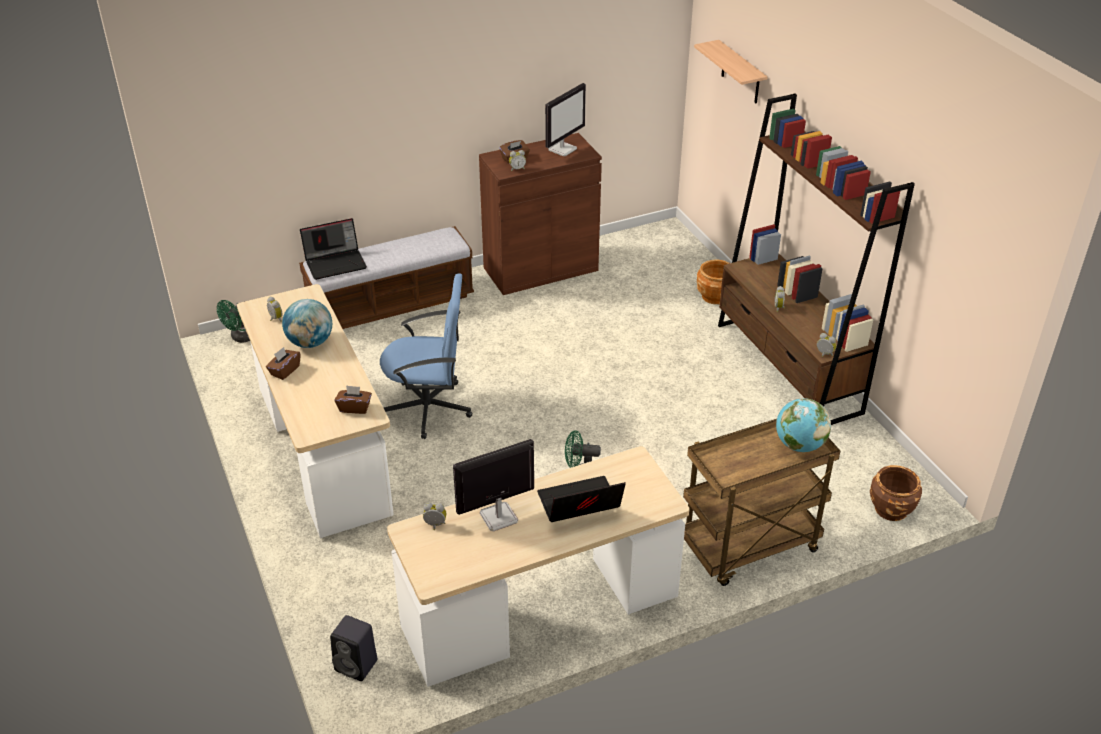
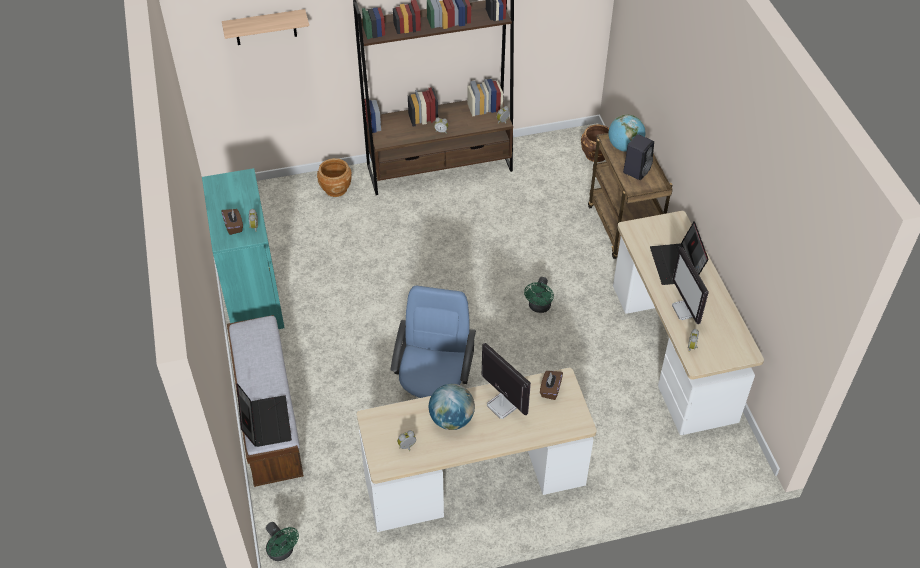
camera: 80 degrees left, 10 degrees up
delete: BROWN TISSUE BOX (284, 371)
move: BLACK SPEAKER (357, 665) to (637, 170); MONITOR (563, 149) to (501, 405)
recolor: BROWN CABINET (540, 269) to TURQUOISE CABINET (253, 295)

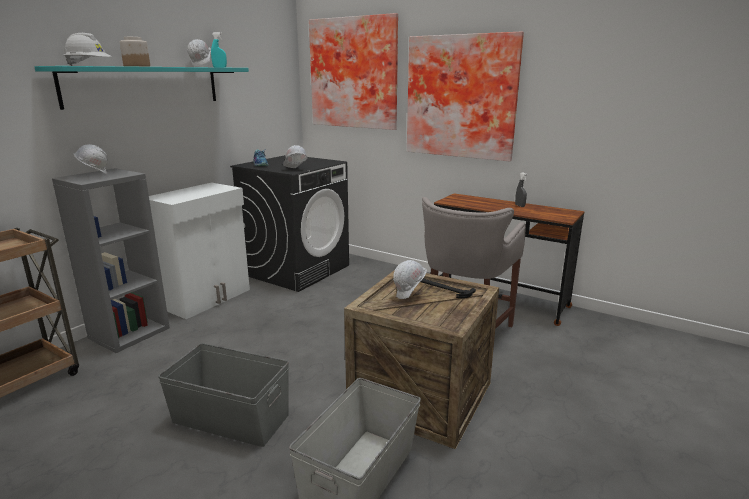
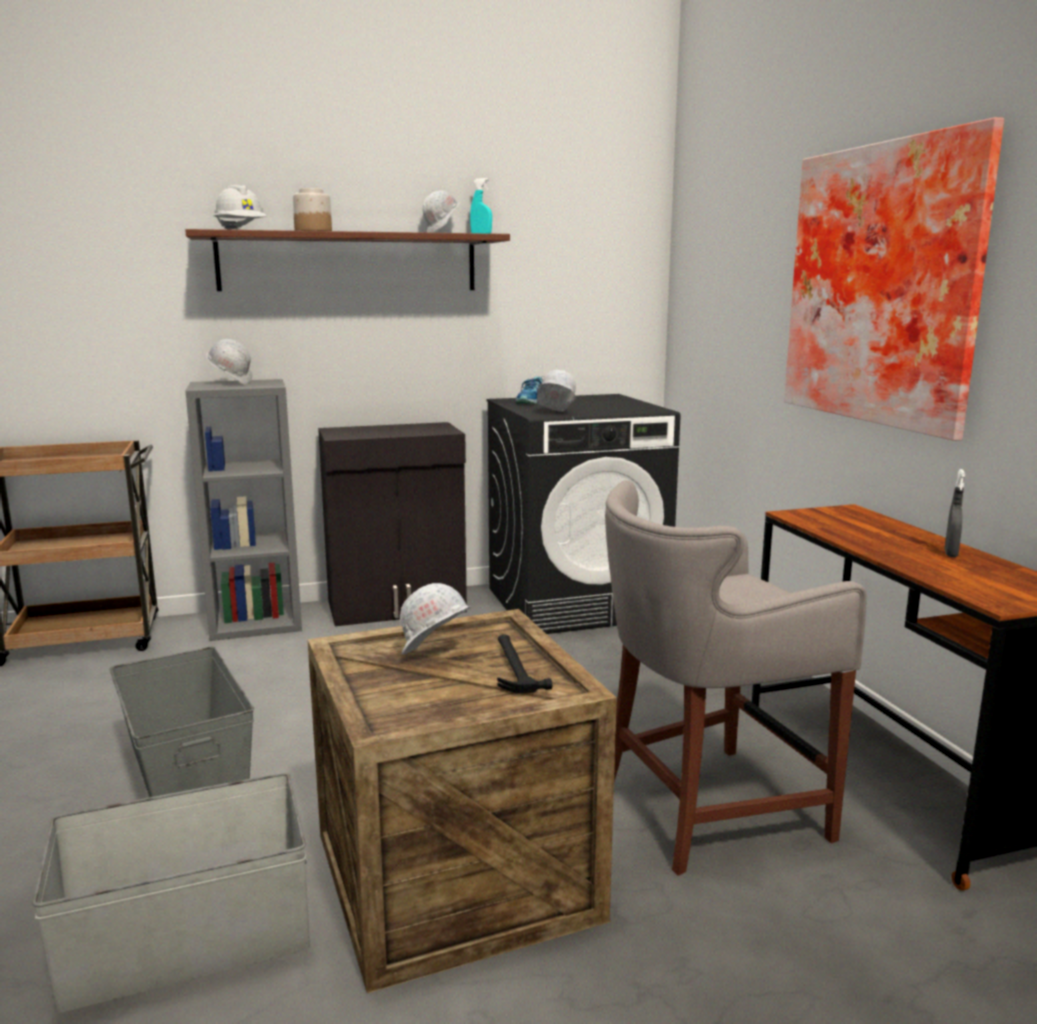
camera: 40 degrees right, 5 degrees down
delete: PICTURE (355, 73)
recolor: TURQUOISE SHELF (145, 86) to BROWN SHELF (349, 263); WHITE CABINET (207, 298) to BLACK CABINET (398, 607)

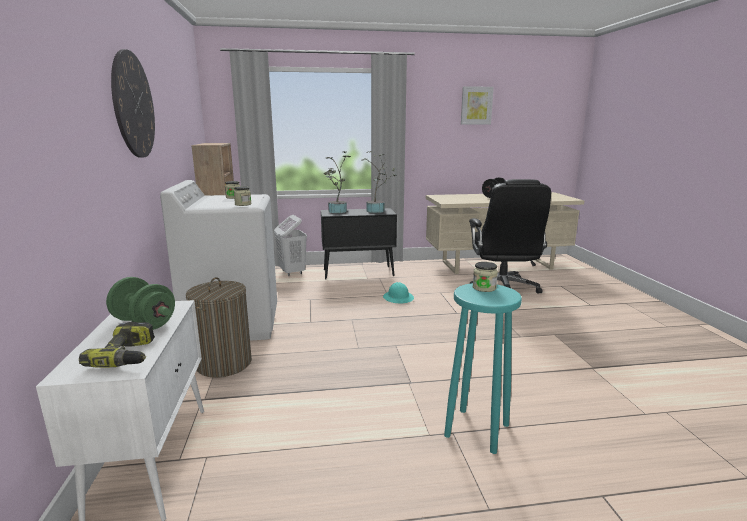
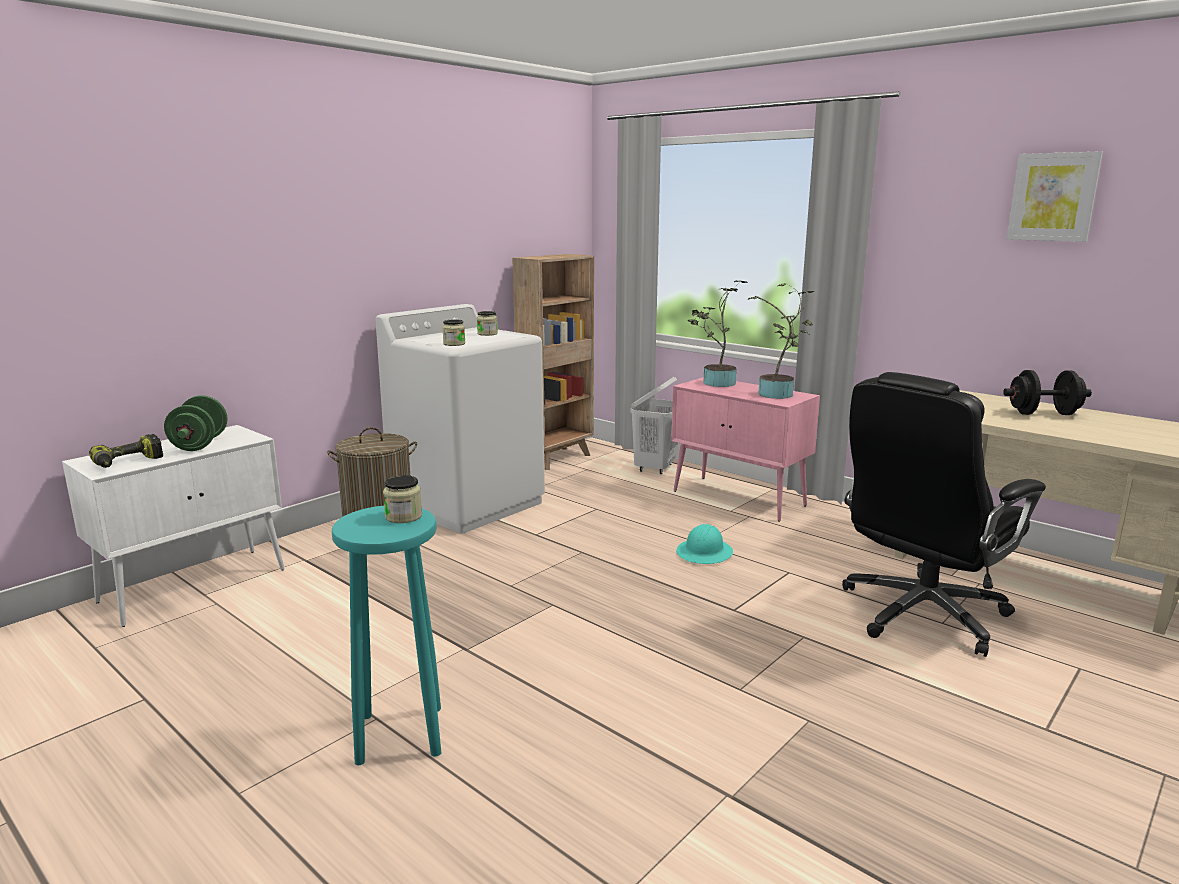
camera: 50 degrees right, 0 degrees up
delete: WALL CLOCK (133, 105)
recolor: BLACK CABINET (359, 272) to PINK CABINET (739, 498)

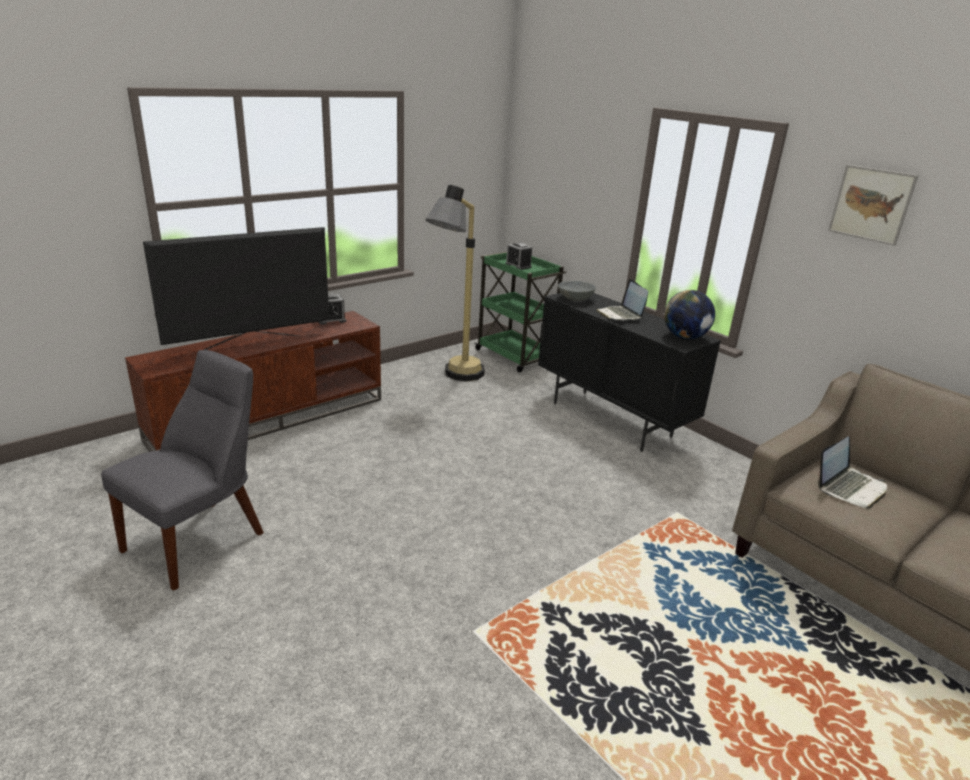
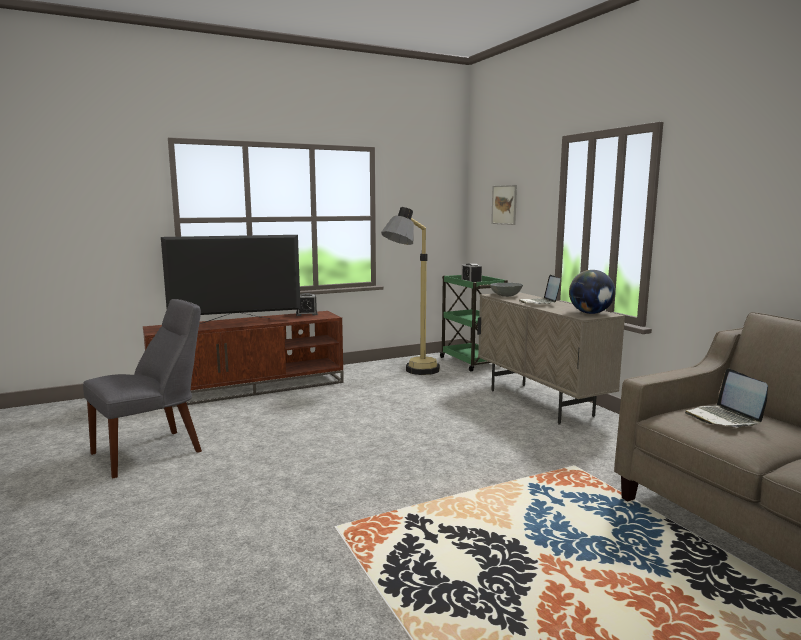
camera: 15 degrees right, 15 degrees down
move: PICTURE (871, 204) to (504, 205)
recolor: BLACK CABINET (611, 420) to BEIGE CABINET (540, 403)
rotate: LAPTOP (850, 487) = (723, 418) 105 degrees clockwise

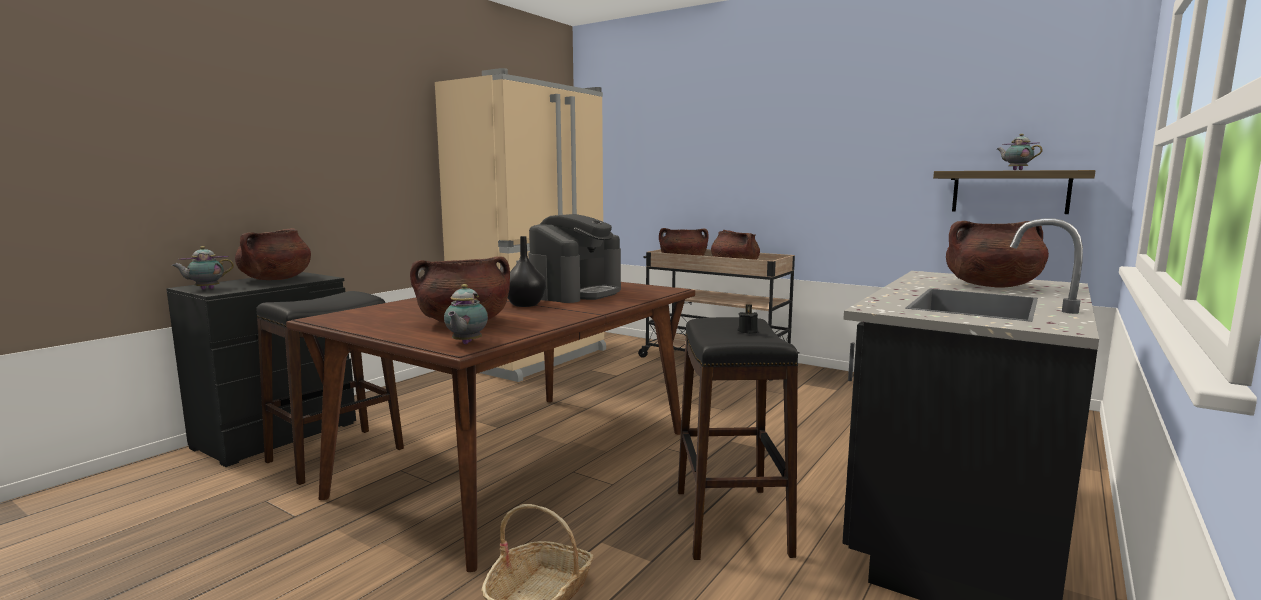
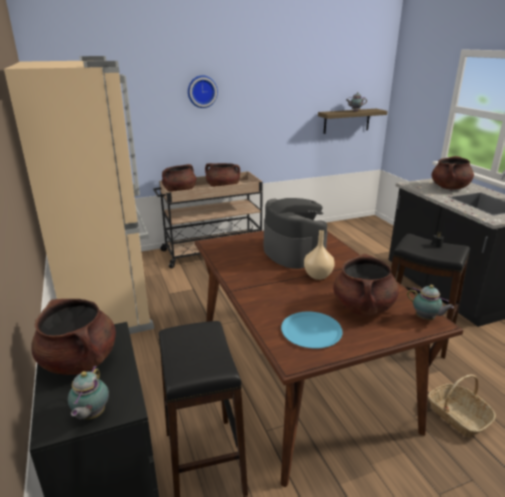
camera: 55 degrees left, 15 degrees up
insert: WALL CLOCK (202, 91); BLUE PLATE (311, 331)
recolor: BLACK VASE (524, 305) to BEIGE VASE (318, 276)

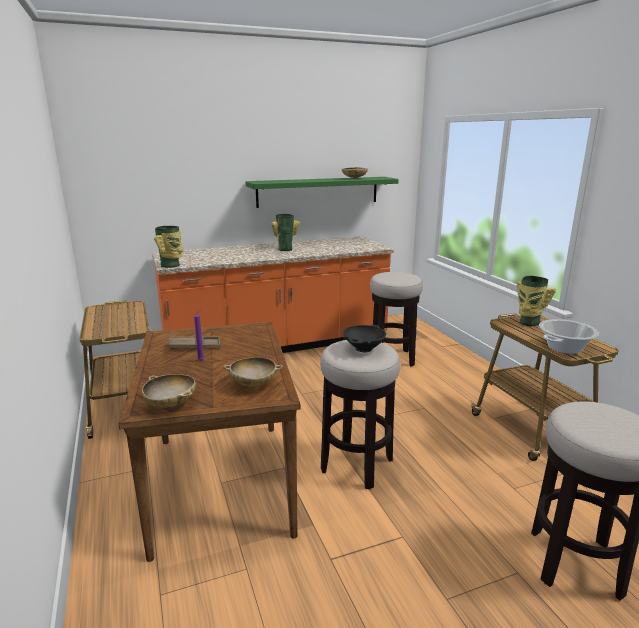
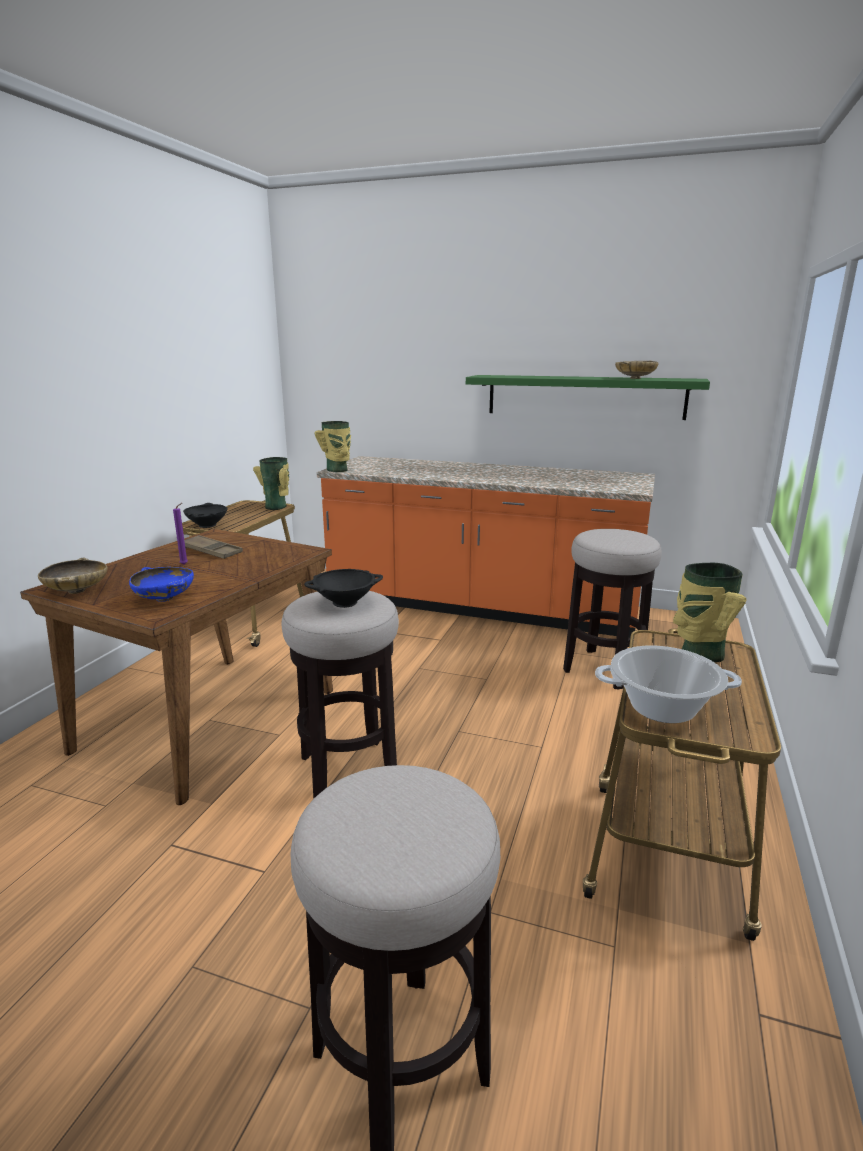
camera: 40 degrees right, 0 degrees up
insert: BLACK BOWL (207, 525)
move: VASE (285, 249) to (277, 506)
recolor: BEIGE BOWL (253, 384) to BLUE BOWL (165, 598)

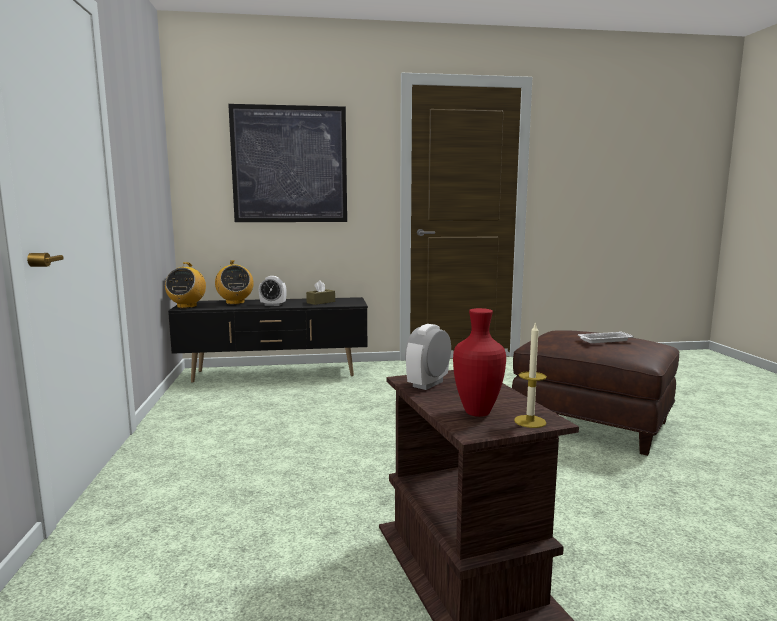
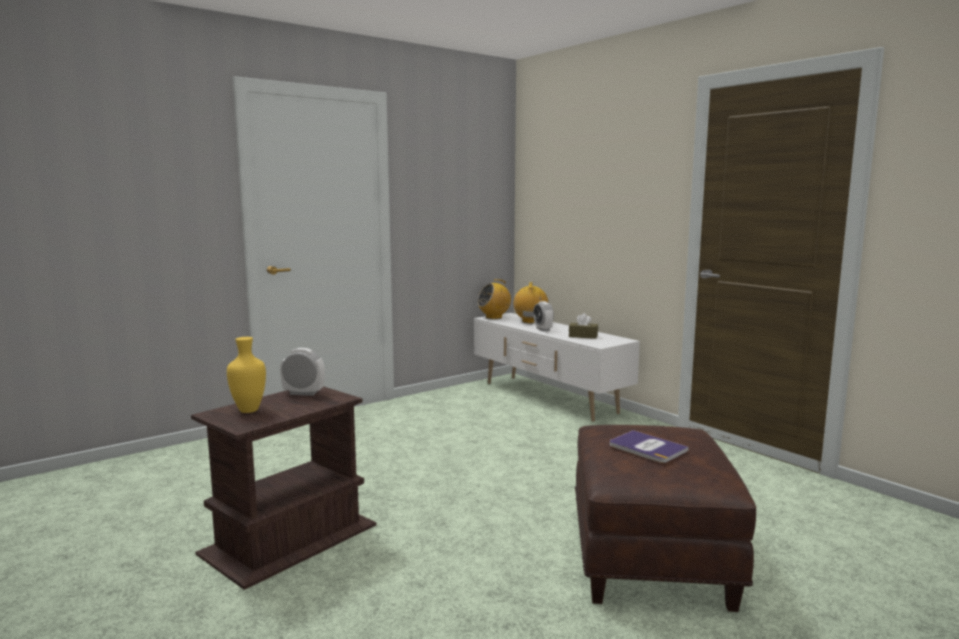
camera: 60 degrees right, 0 degrees up
delete: PICTURE (289, 165); CANDLE (530, 421)
replace: WHITE TRAY (603, 340) to BOOK (647, 448)
recolor: BLACK TV STAND (275, 374) to WHITE TV STAND (548, 398); RED VASE (476, 412) to YELLOW VASE (250, 410)
rotate: RADIO (235, 302) = (530, 321) 150 degrees clockwise

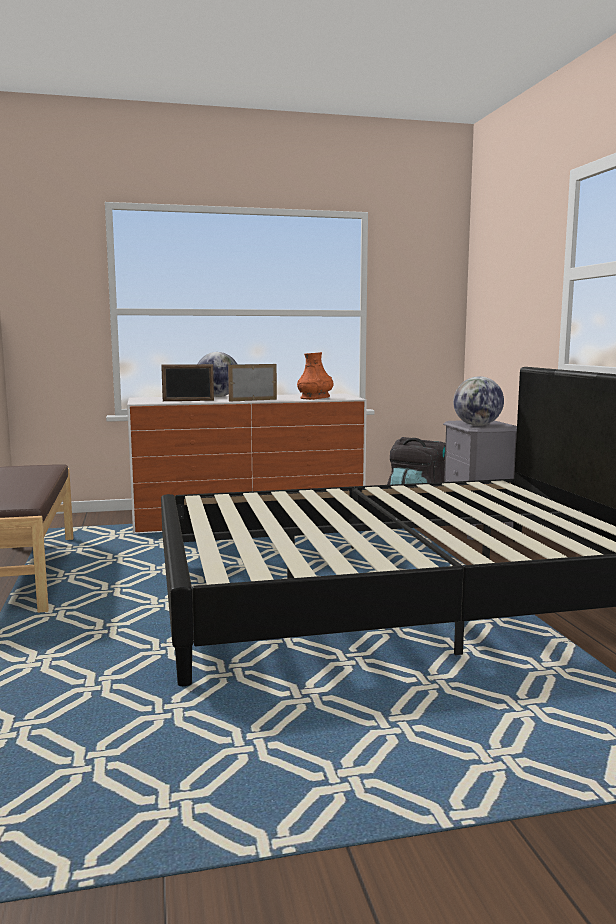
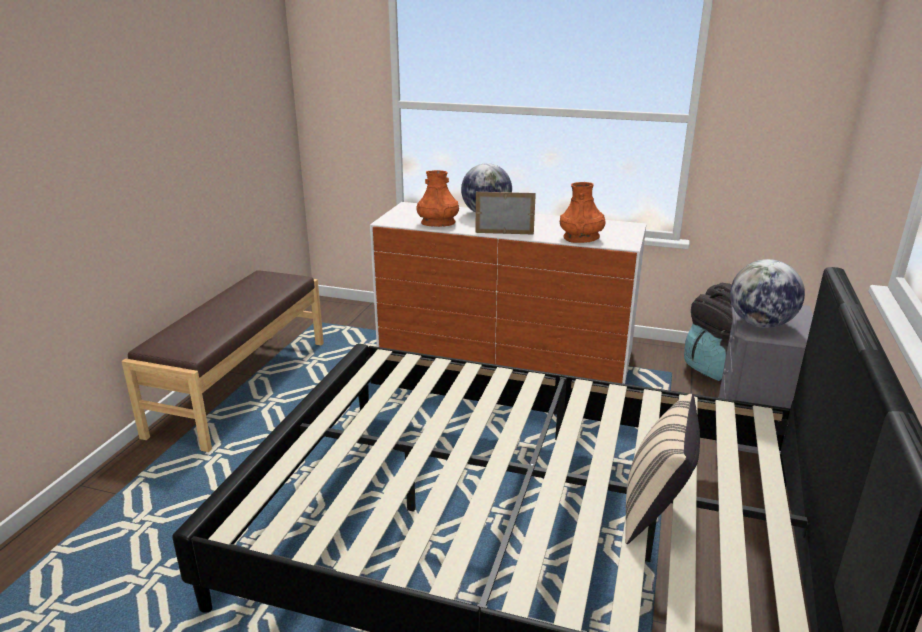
camera: 30 degrees right, 15 degrees up
insert: BEIGE PILLOW (655, 510)
replace: PICTURE FRAME (188, 400) to ORANGE VASE (438, 223)

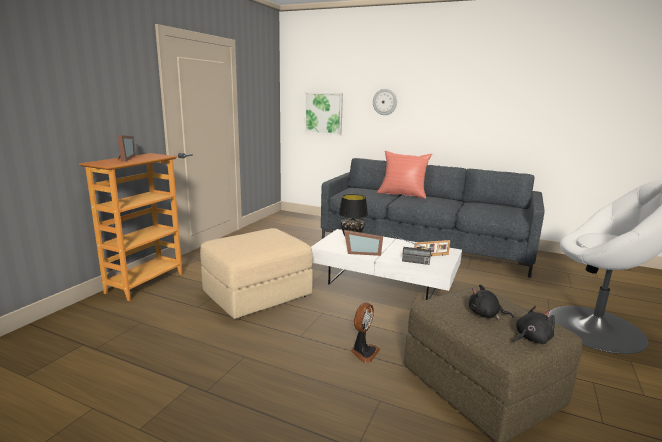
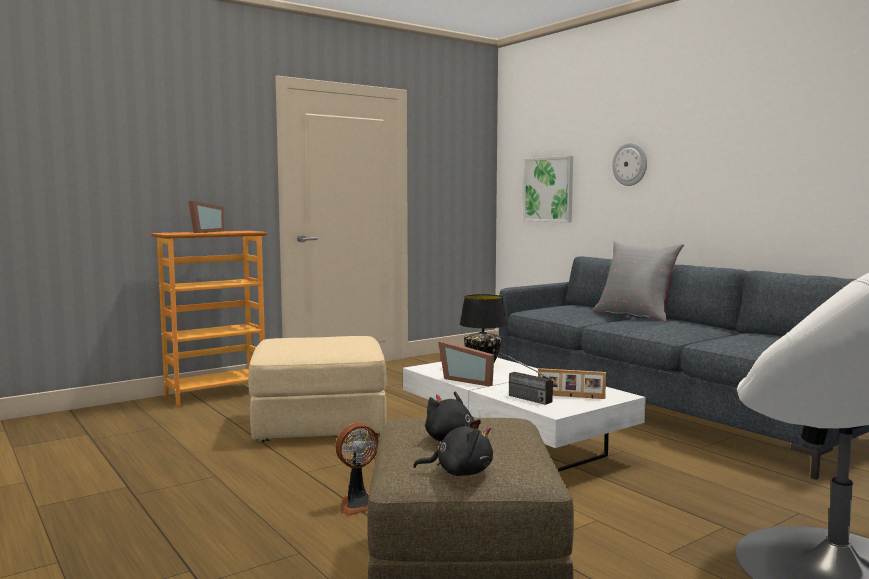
camera: 30 degrees right, 10 degrees down
recolor: RED PILLOW (402, 194) to GREY PILLOW (635, 315)

